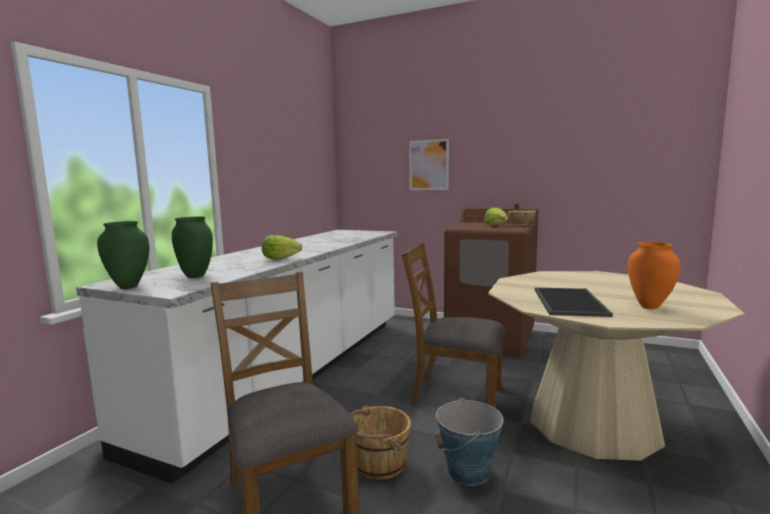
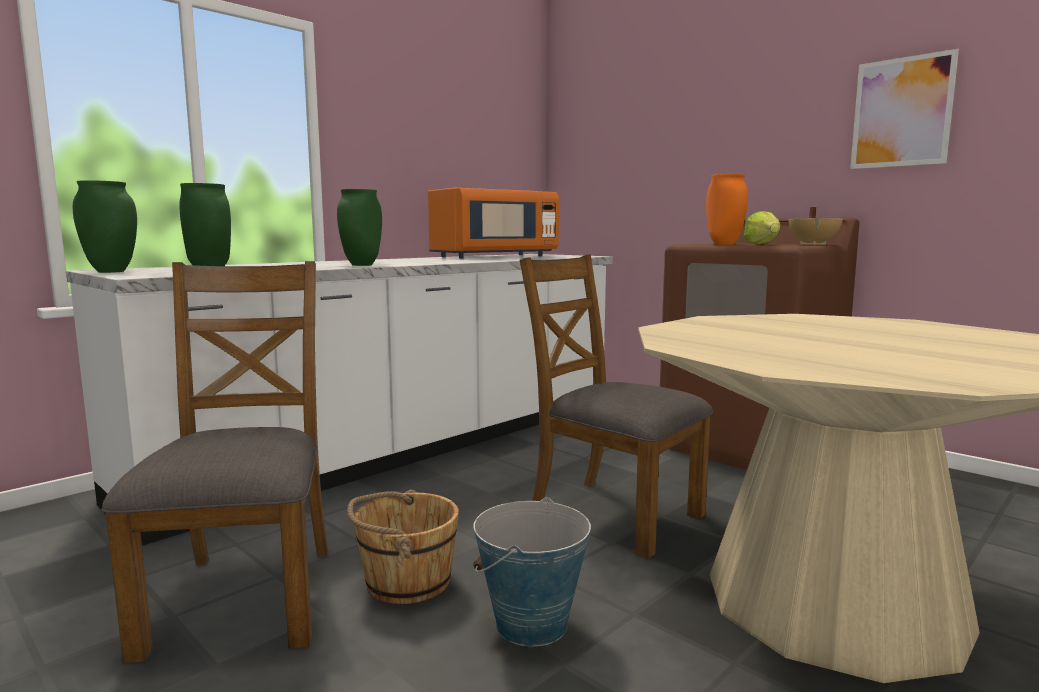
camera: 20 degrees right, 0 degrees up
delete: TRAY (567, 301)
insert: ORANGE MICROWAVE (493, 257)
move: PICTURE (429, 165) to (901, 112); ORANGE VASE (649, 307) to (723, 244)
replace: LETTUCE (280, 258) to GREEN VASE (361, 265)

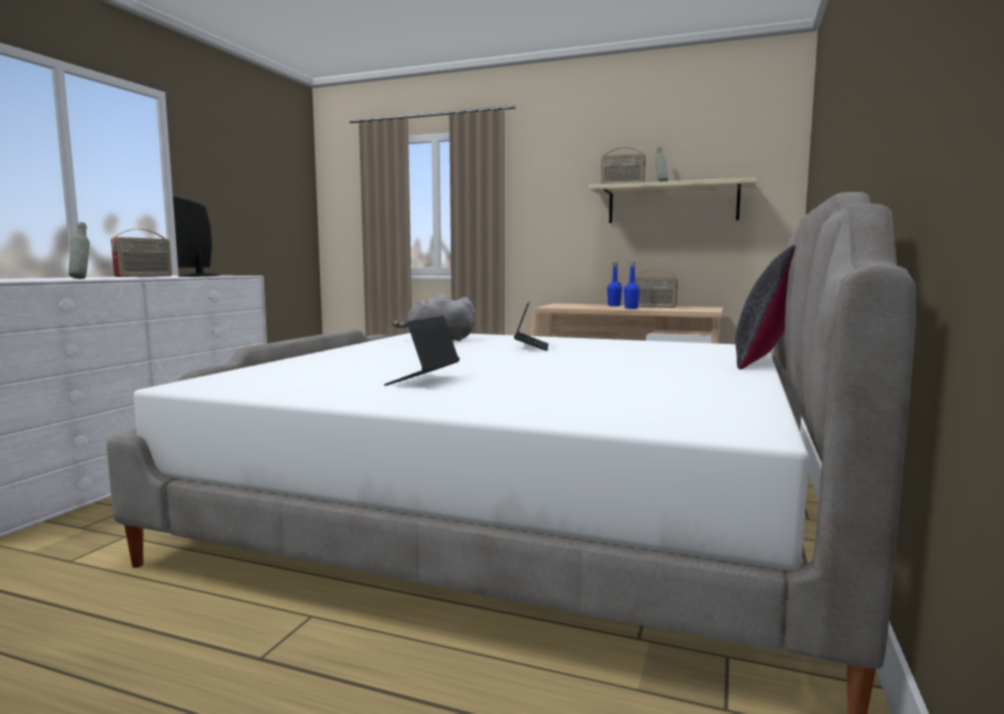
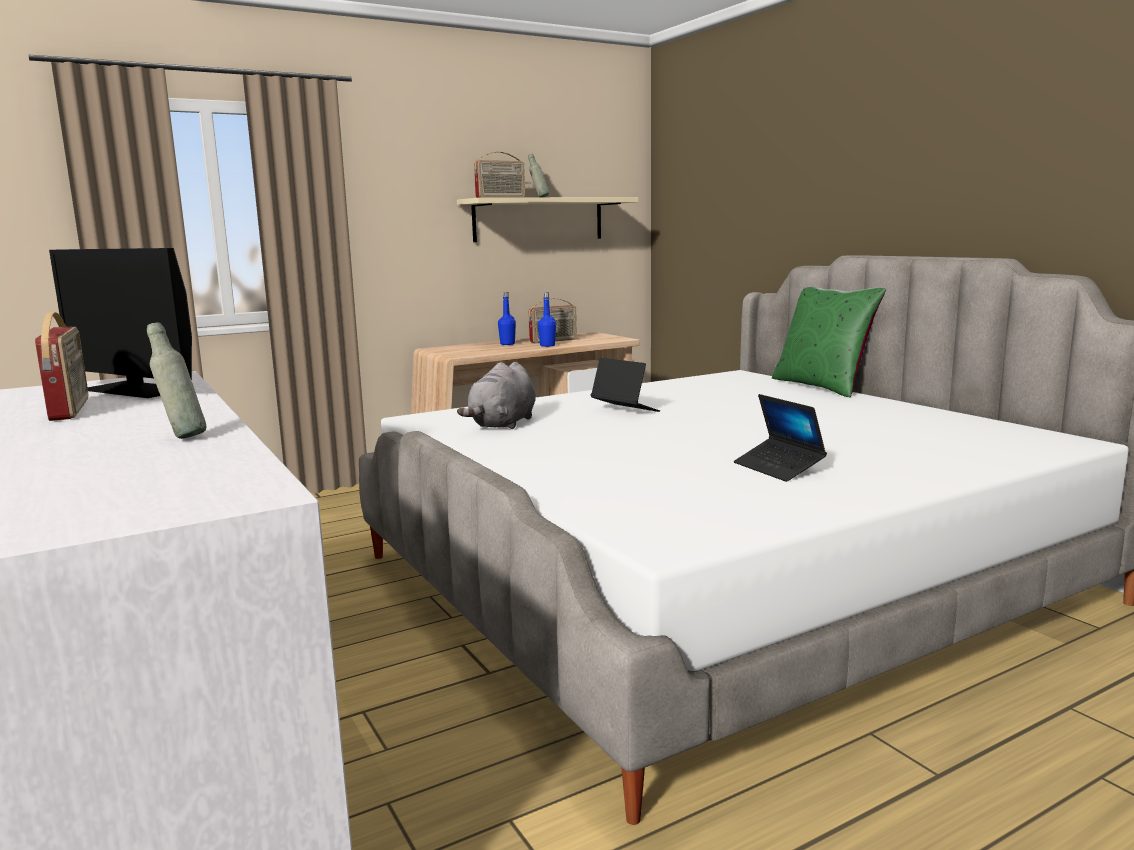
camera: 50 degrees left, 5 degrees up
recolor: BLACK PILLOW (766, 361) to GREEN PILLOW (822, 386)

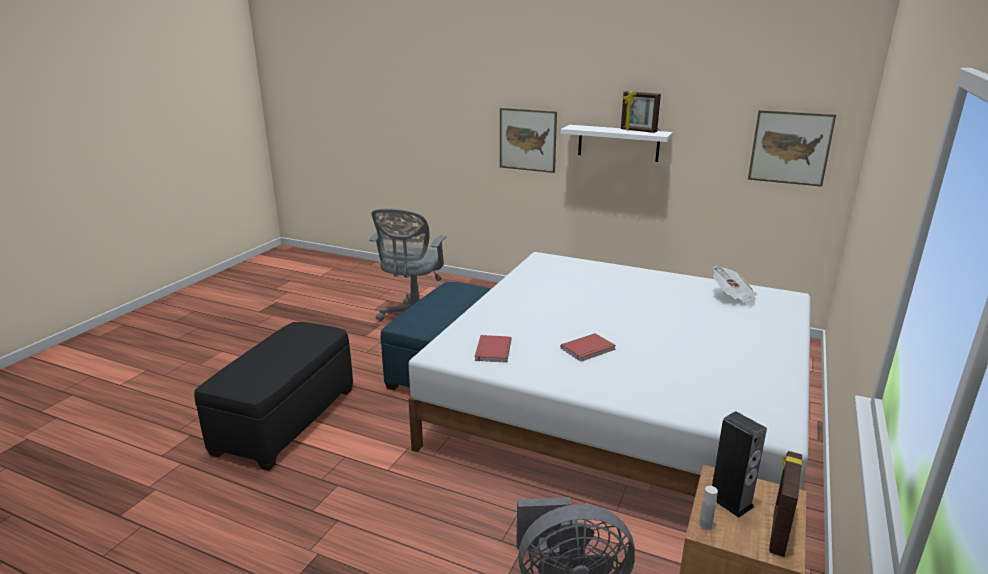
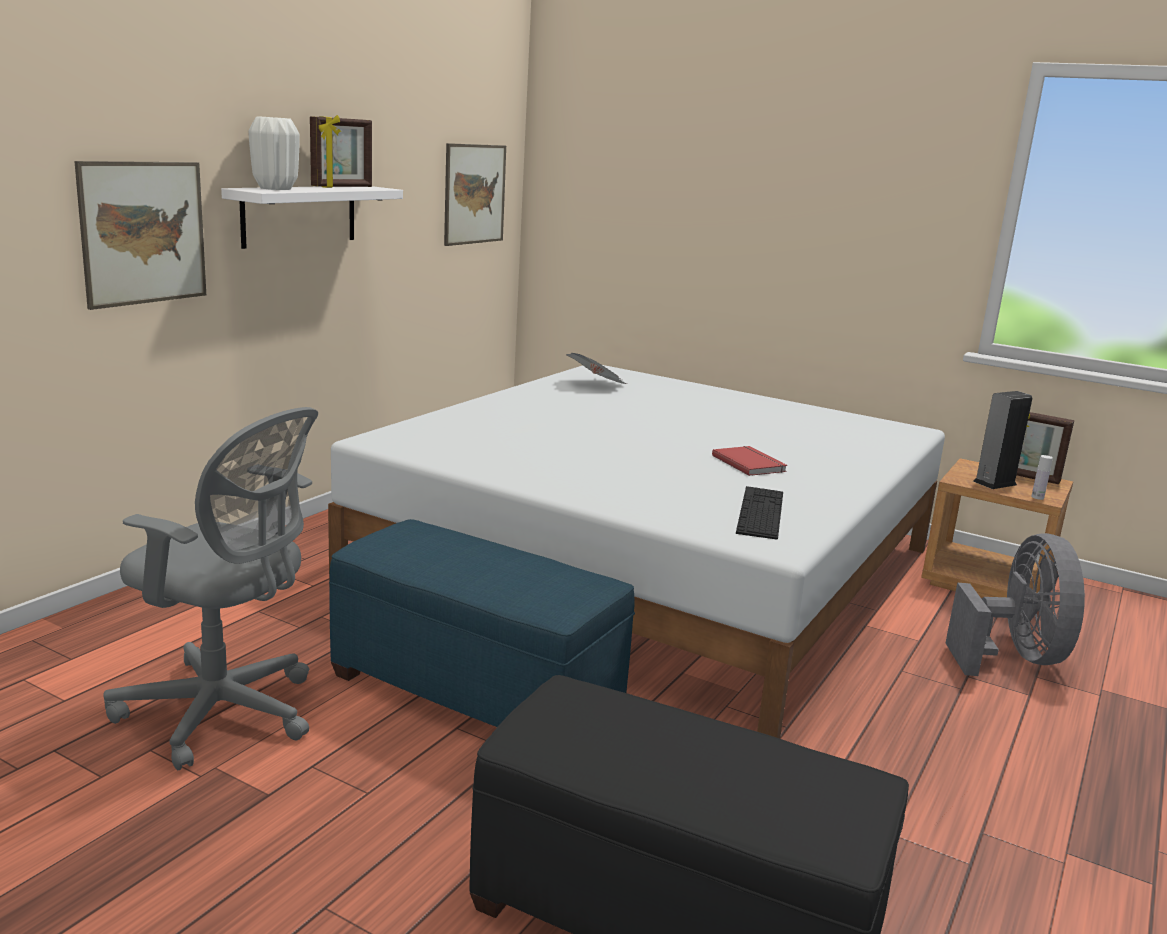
camera: 85 degrees left, 5 degrees down
insert: WHITE VASE (275, 188)
replace: RED BOOK (491, 350) to KEYBOARD (760, 512)

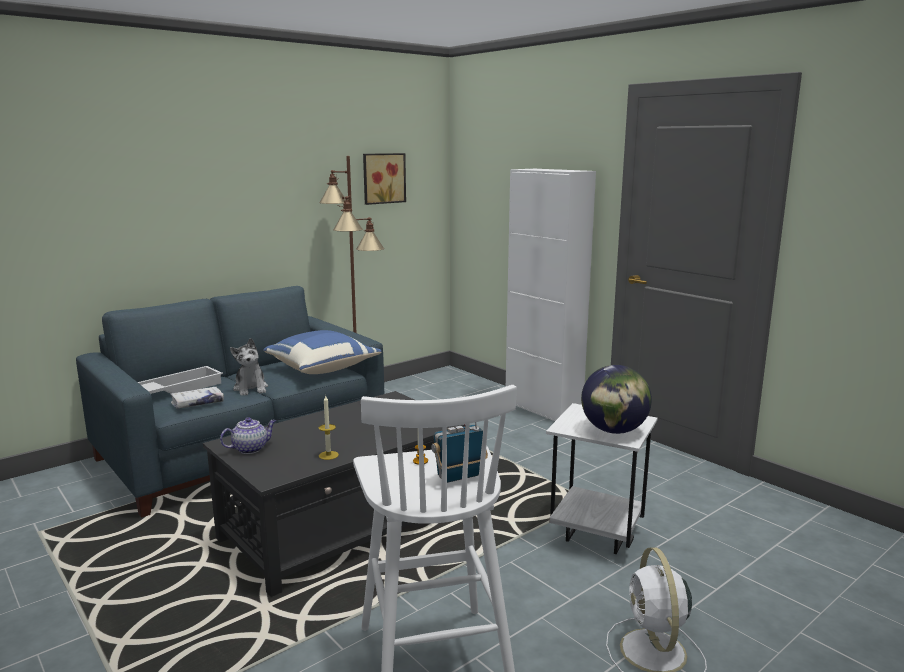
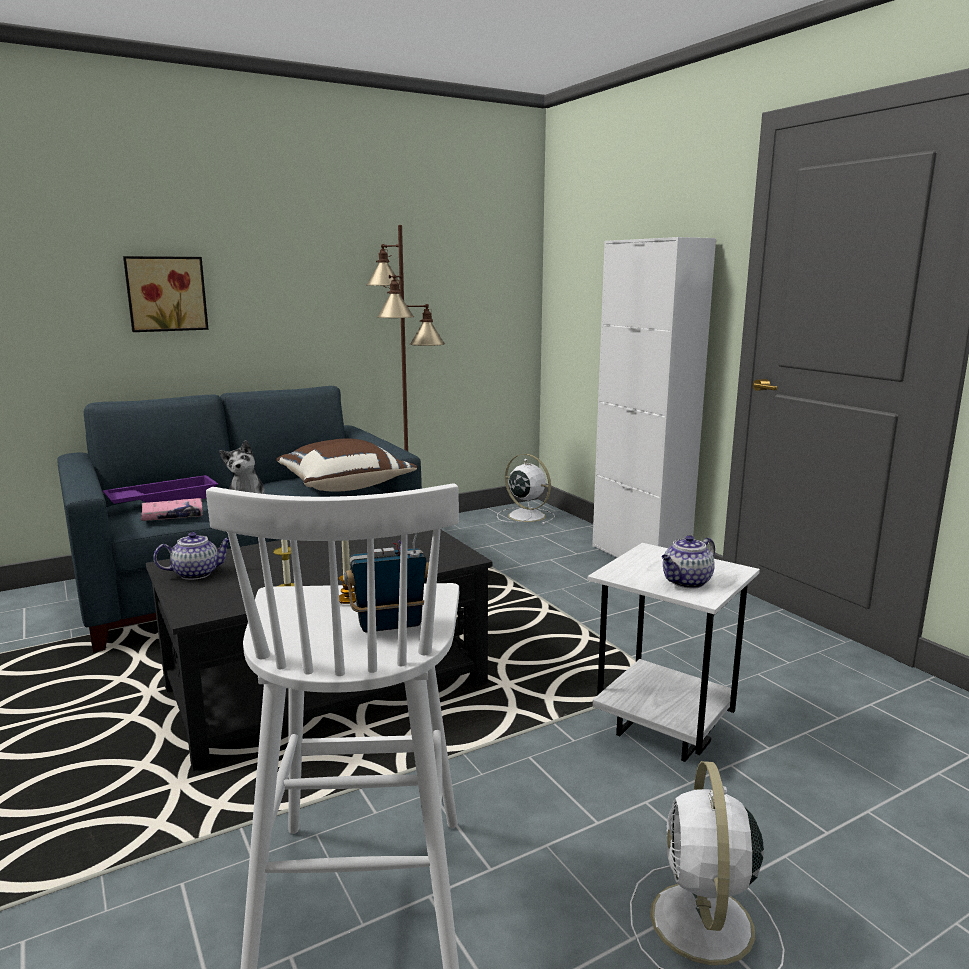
camera: 10 degrees right, 0 degrees up
insert: WHITE FAN (525, 516)
move: PICTURE (383, 178) to (166, 294)
replace: GLOBE (614, 431) to TEAPOT (686, 582)
recolor: WHITE TRAY (178, 388) to PURPLE TRAY (163, 499); WHITE BOOK (197, 403) to PINK BOOK (172, 516); BLUE PILLOW (322, 369) to BROWN PILLOW (345, 486)

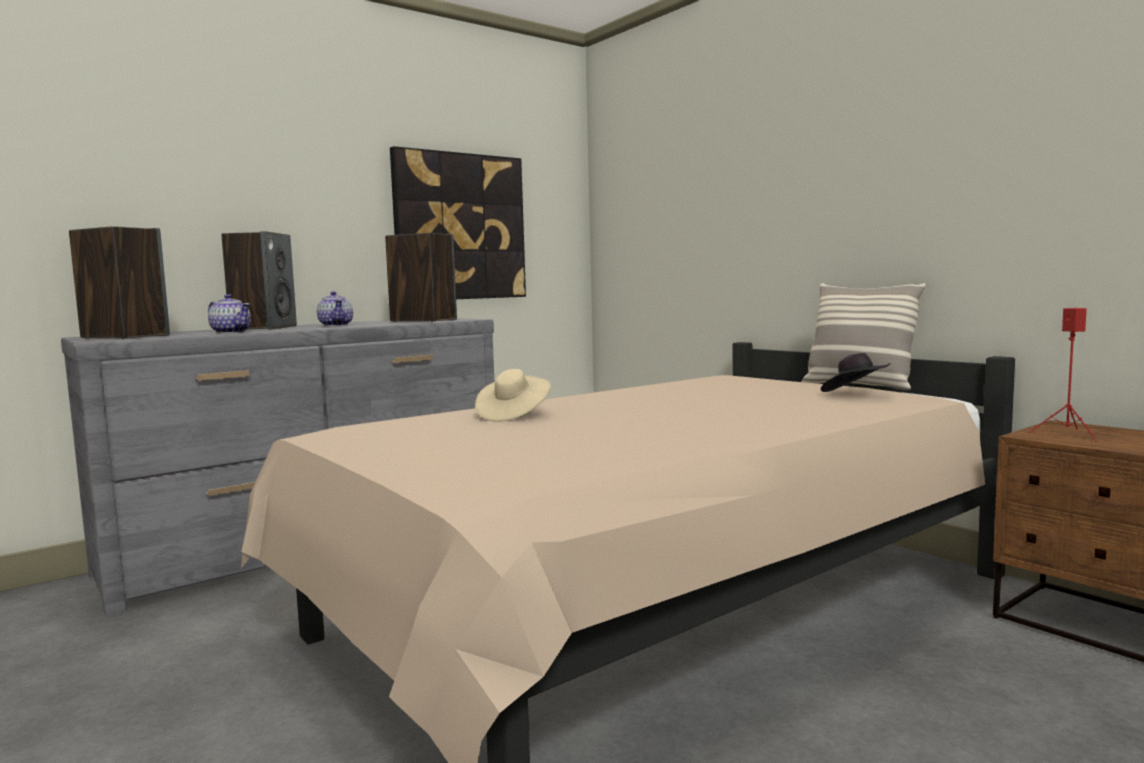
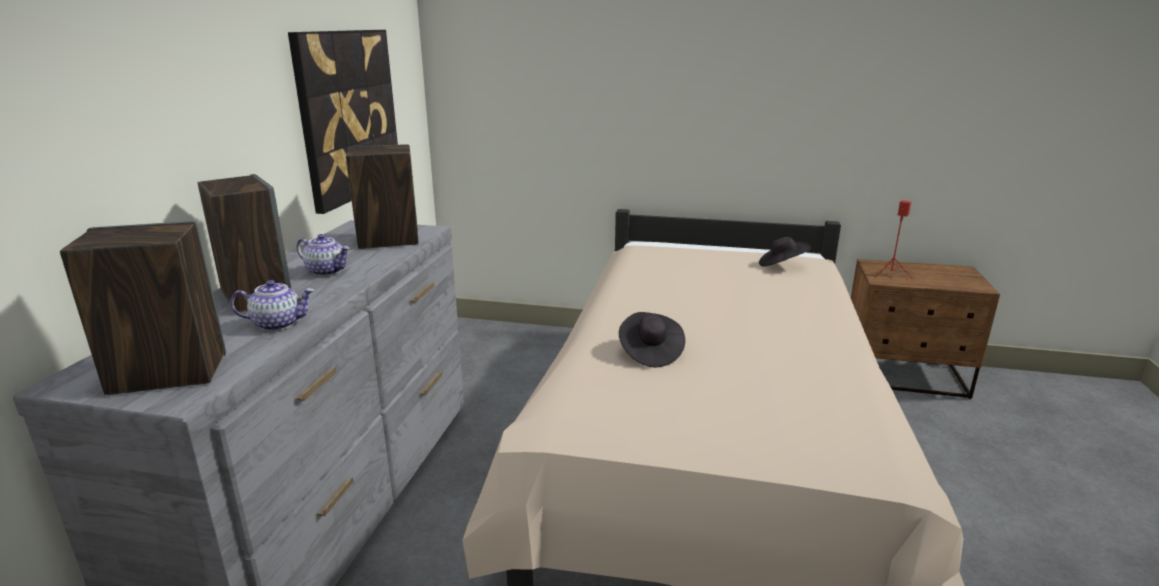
camera: 40 degrees left, 15 degrees up
delete: PILLOW (858, 386)
recolor: BEIGE HAT (513, 415) to BLACK HAT (650, 353)

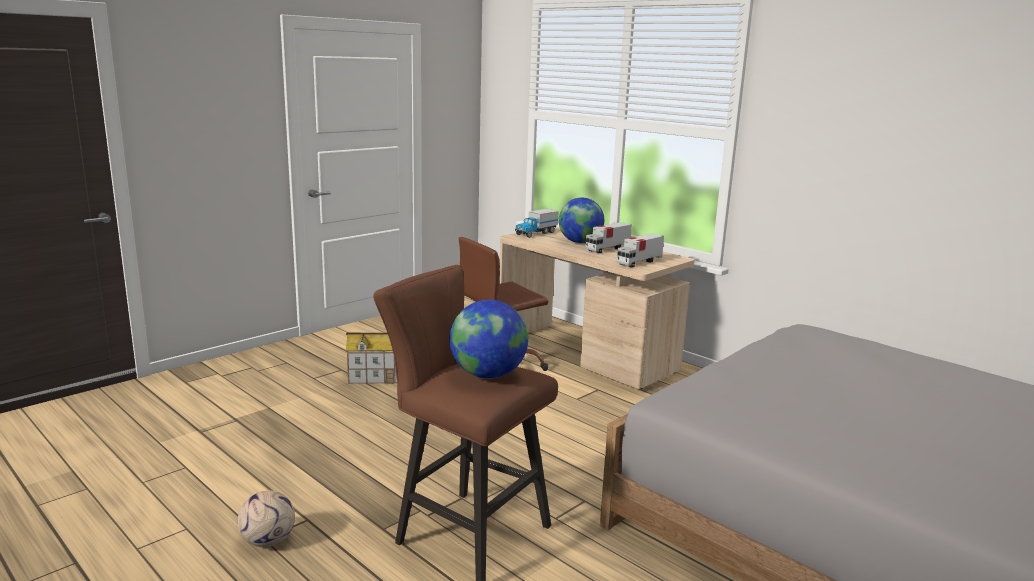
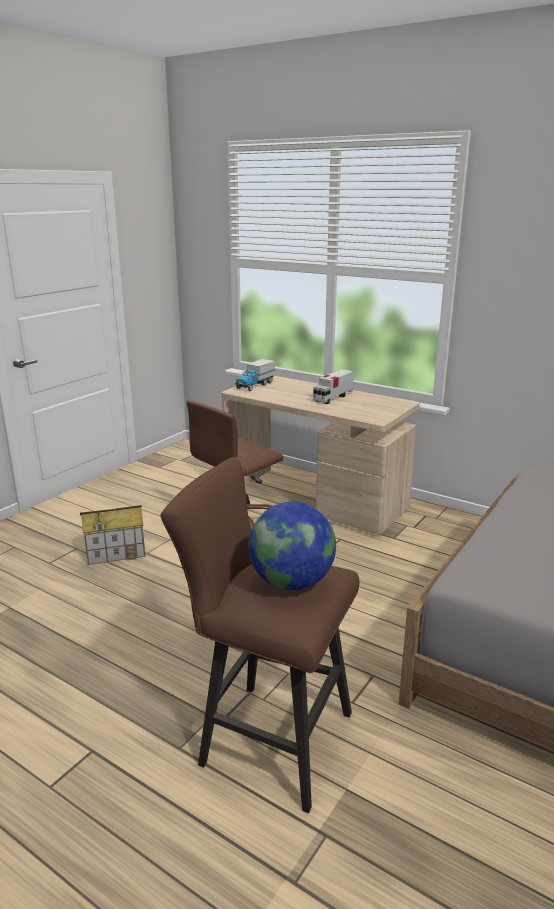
camera: 10 degrees left, 5 degrees up
delete: FOOTBALL (268, 541); GLOBE (580, 242); TOY TRUCK (639, 262)

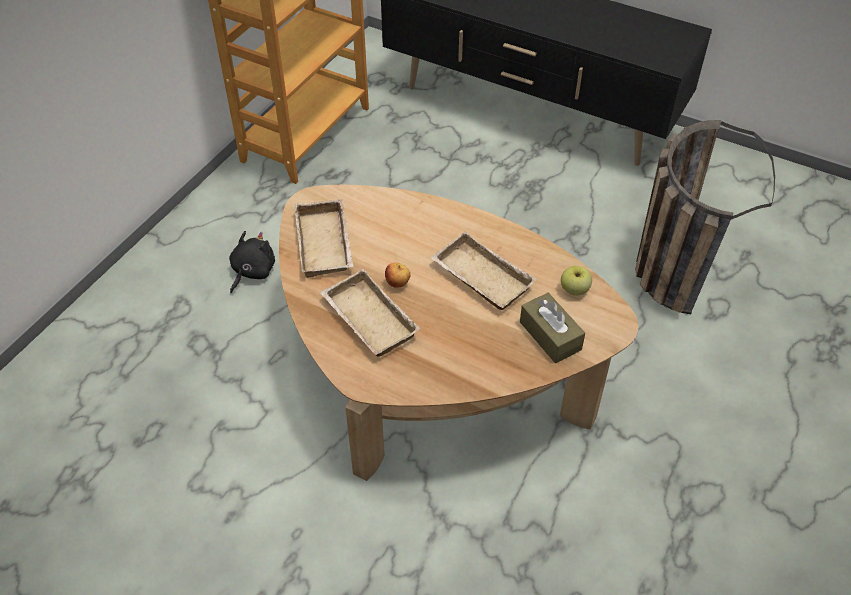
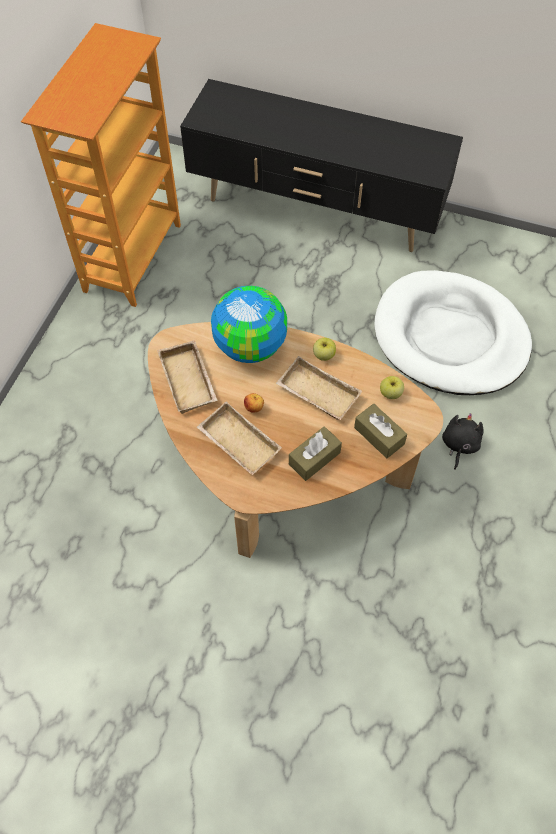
camera: 10 degrees left, 10 degrees up
insert: GLOBE (249, 346); BROWN TISSUE BOX (314, 458); APPLE (323, 355)
move: BLACK PLUSH TOY (252, 272) to (459, 445)
replace: BASKET (671, 263) to WHITE DOG BED (450, 337)

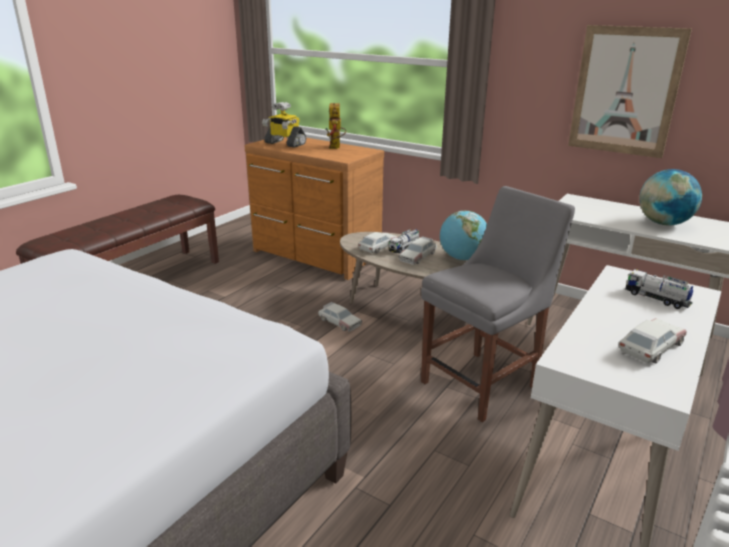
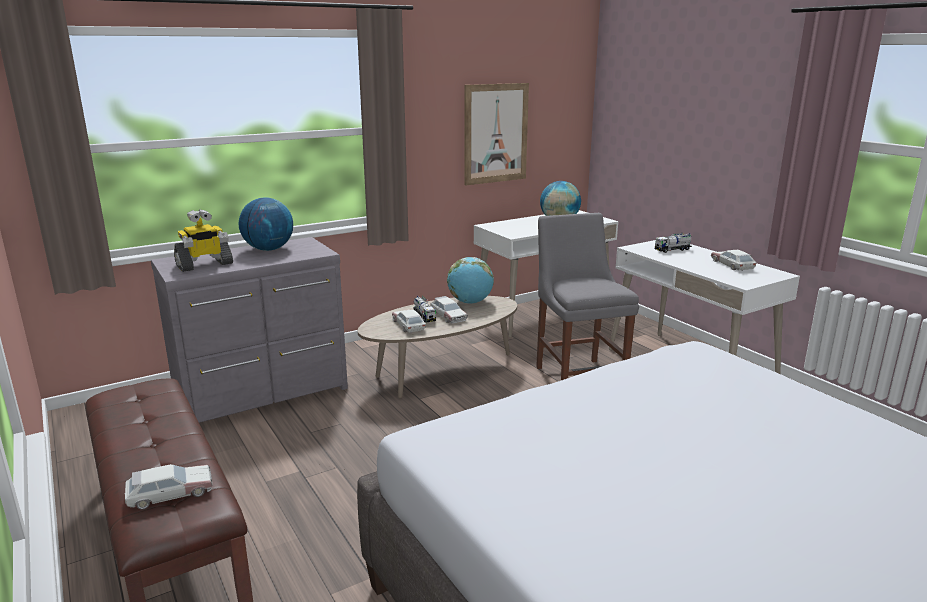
camera: 65 degrees left, 5 degrees down
move: TOY CAR (339, 322) to (169, 493)
replace: TOY ROBOT (336, 148) to GLOBE (268, 249)
recolor: BROWN DRESSER (315, 256) to GREY DRESSER (264, 394)

